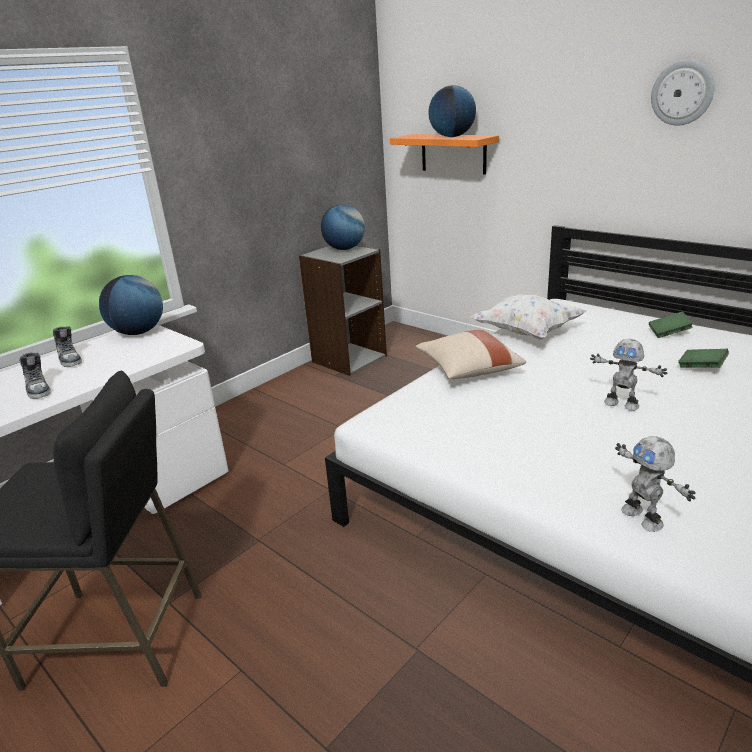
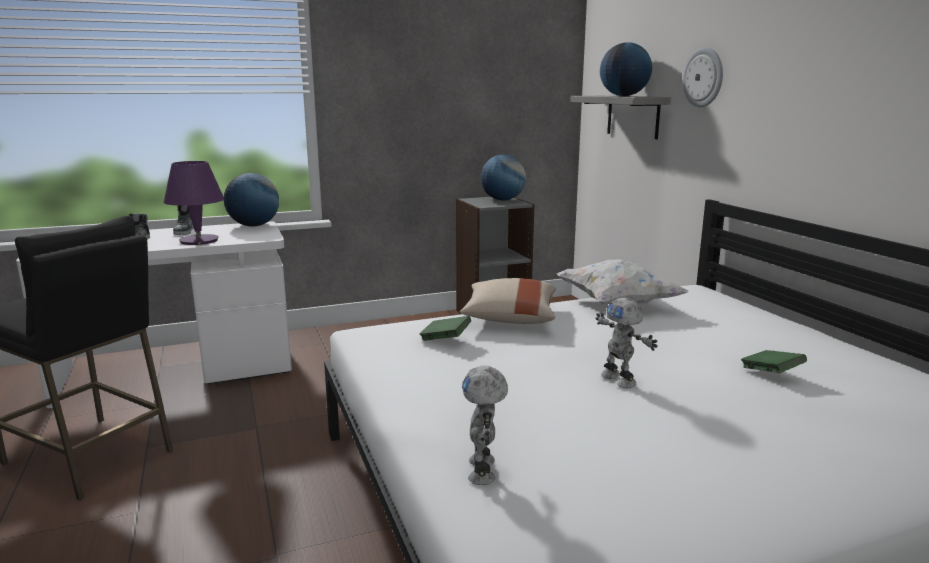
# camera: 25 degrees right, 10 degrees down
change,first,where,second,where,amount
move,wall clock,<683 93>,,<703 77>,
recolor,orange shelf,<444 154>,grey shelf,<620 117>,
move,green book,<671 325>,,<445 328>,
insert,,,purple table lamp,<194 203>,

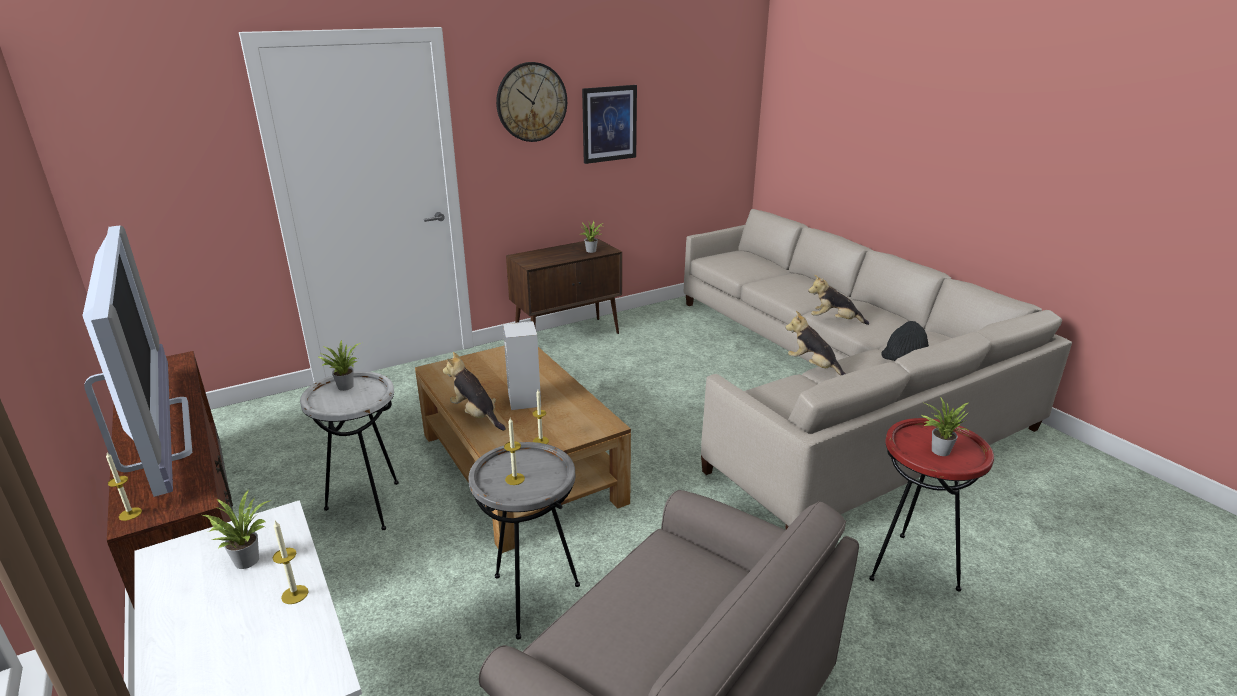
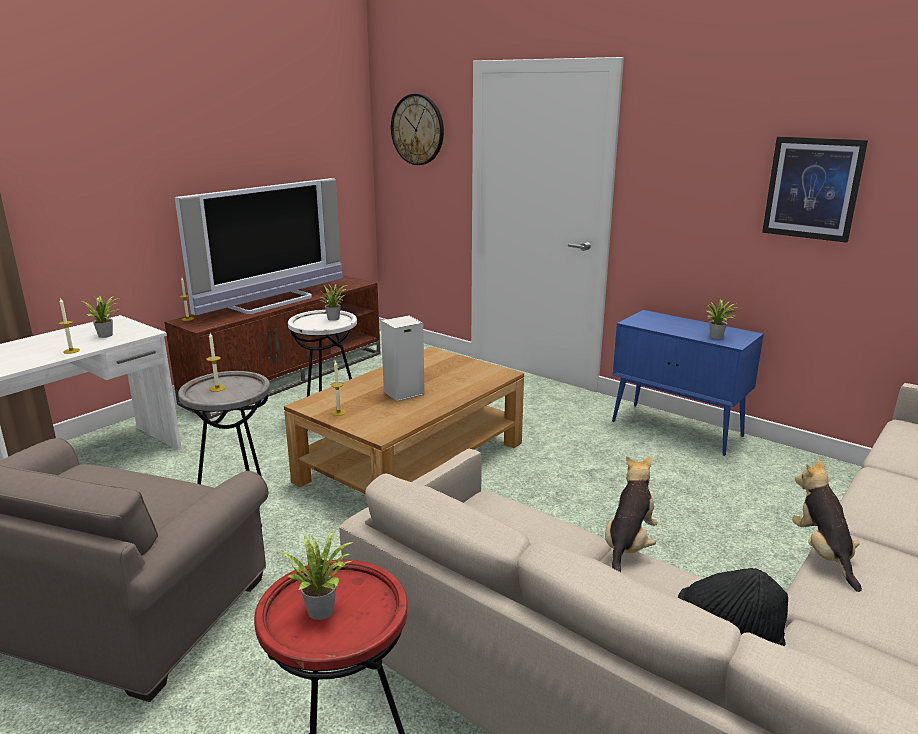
# camera: 70 degrees right, 5 degrees down
change,first,where,second,where,amount
move,wall clock,<531 102>,,<417 129>,
recolor,brown cabinet,<564 286>,blue cabinet,<688 383>,
delete,plush toy,<474 391>,,,

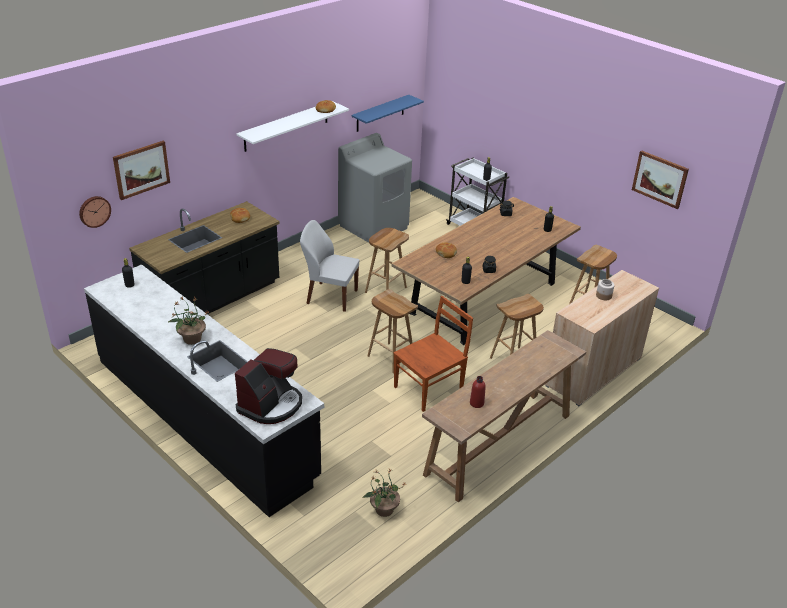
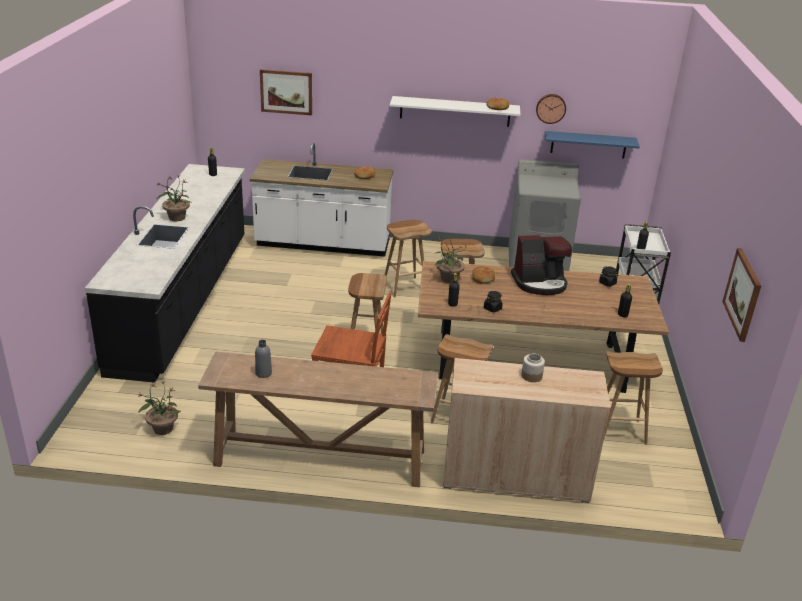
# camera: 50 degrees right, 5 degrees down
change,first,where,second,where,amount
move,wall clock,<95 212>,,<551 109>,
recolor,black counter,<204 257>,white counter,<321 200>,
replace,white chair,<330 266>,brown stool,<408 258>,
move,coffee machine,<268 386>,,<541 265>,
recolor,red bottle,<478 392>,grey bottle,<263 359>,
insert,,,potted plant,<451 259>,

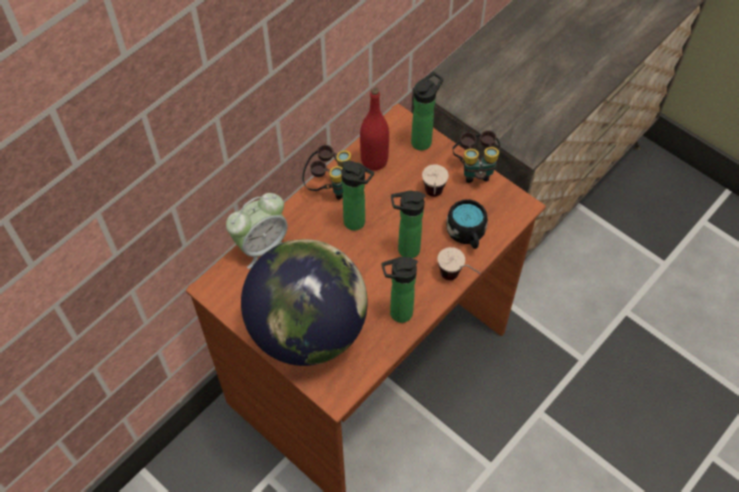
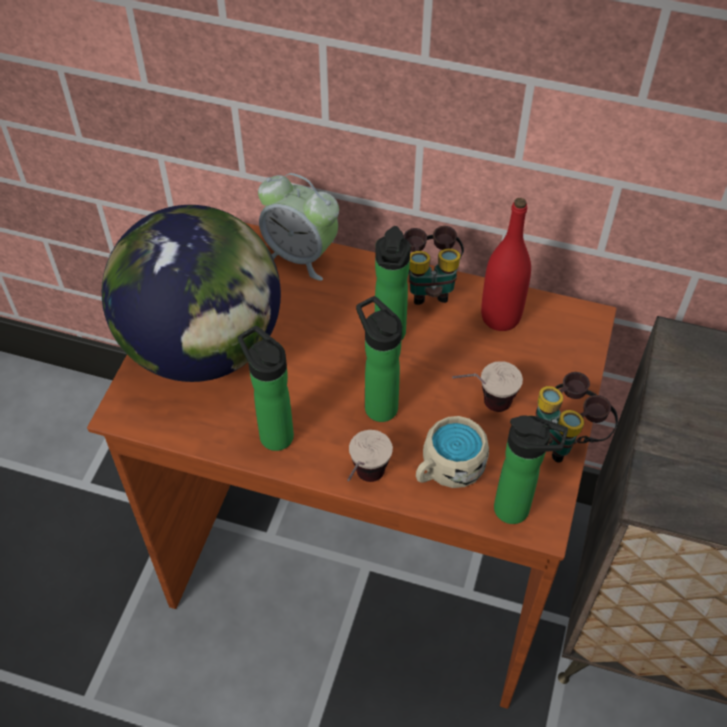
# camera: 65 degrees right, 5 degrees down
change,first,where,second,where,amount
move,bottle,<427 111>,,<531 469>,
recolor,black mug,<467 224>,beige mug,<452 452>,

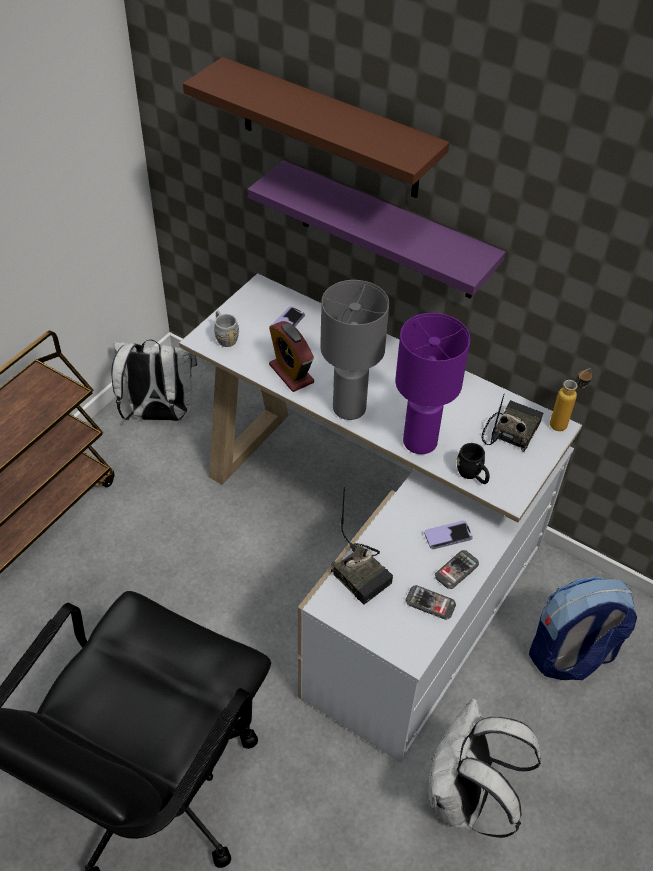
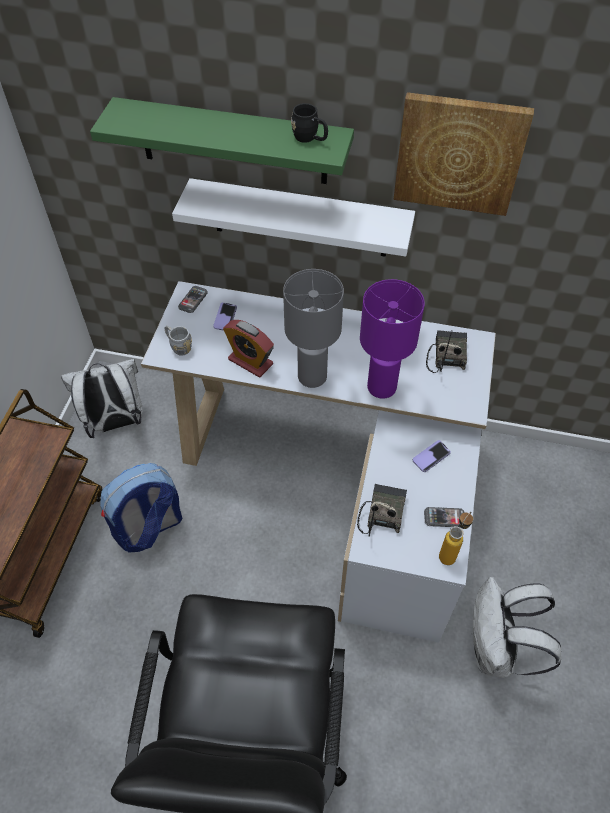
# camera: 20 degrees left, 5 degrees up
change,first,where,second,where,amount
recolor,brown shelf,<316 127>,green shelf,<222 140>,
recolor,purple shelf,<376 229>,white shelf,<293 217>,
move,bottle,<571 400>,,<456 538>,
move,black mug,<473 463>,,<309 123>,
rotate,radio,<362 546>,,<382 510>,105 degrees counterclockwise
move,phone,<457 569>,,<193 299>,
move,backpack,<583 628>,,<141 508>,
insert,,,picture,<463 154>,

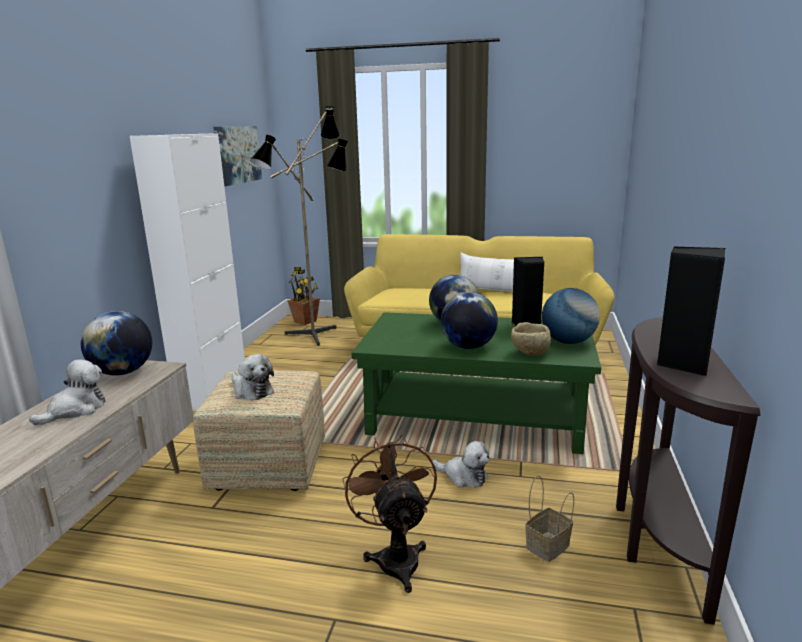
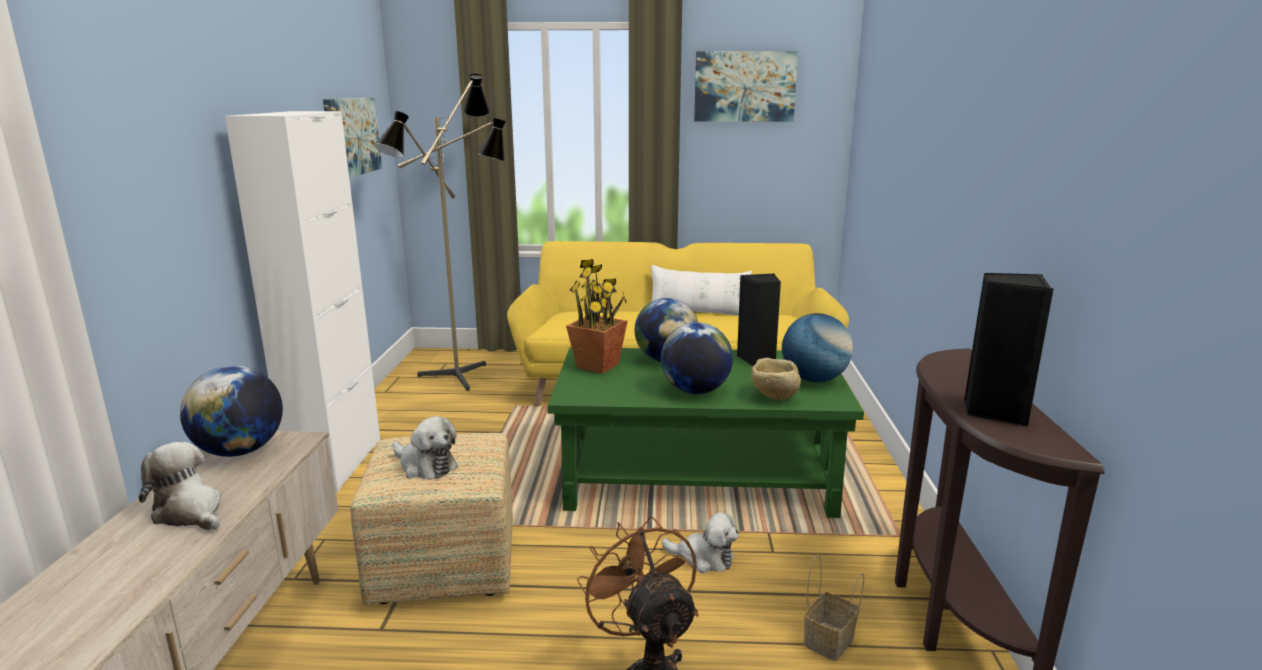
# camera: 10 degrees left, 0 degrees up
change,first,where,second,where,amount
move,potted plant,<303 296>,,<597 316>,
rotate,plush toy,<67 392>,,<180 486>,75 degrees counterclockwise
insert,,,picture,<746 86>,

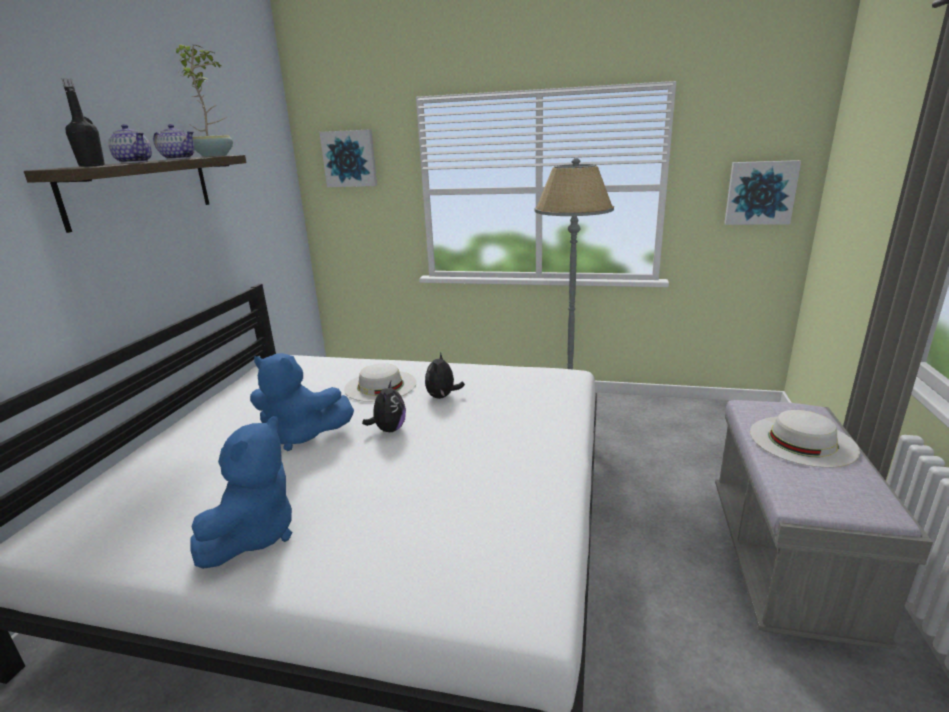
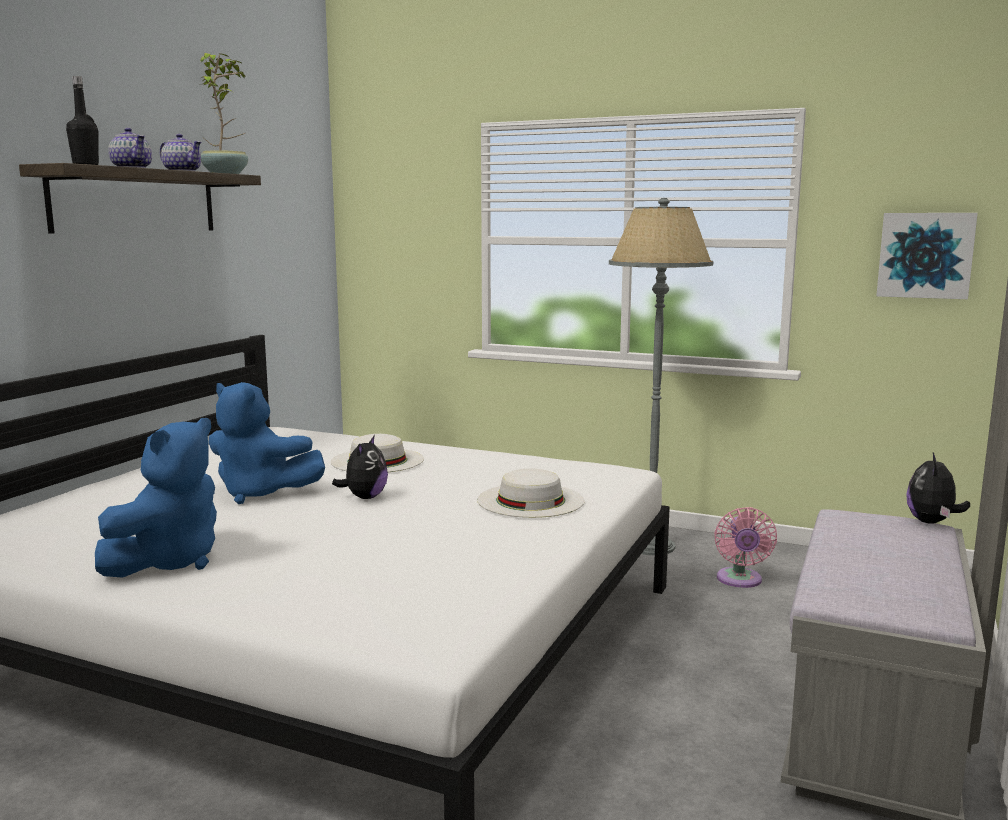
# camera: 10 degrees right, 10 degrees down
change,first,where,second,where,amount
delete,picture,<348 158>,,,
move,plush toy,<445 375>,,<938 488>,
move,white hat,<805 439>,,<530 493>,
insert,,,pink fan,<745 547>,

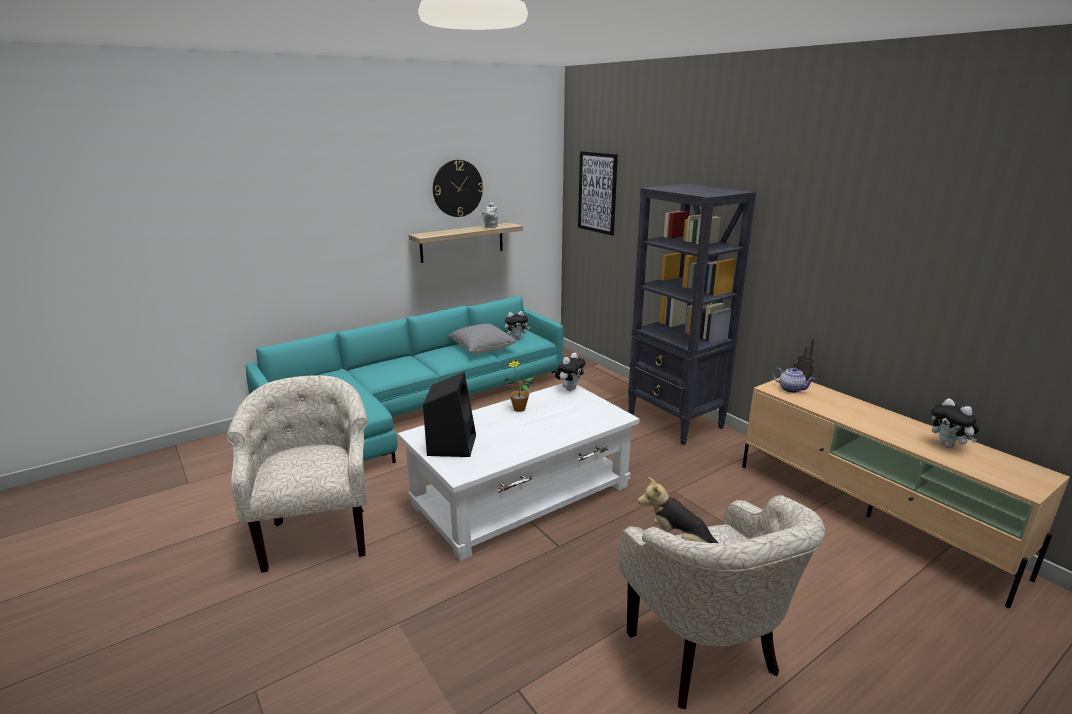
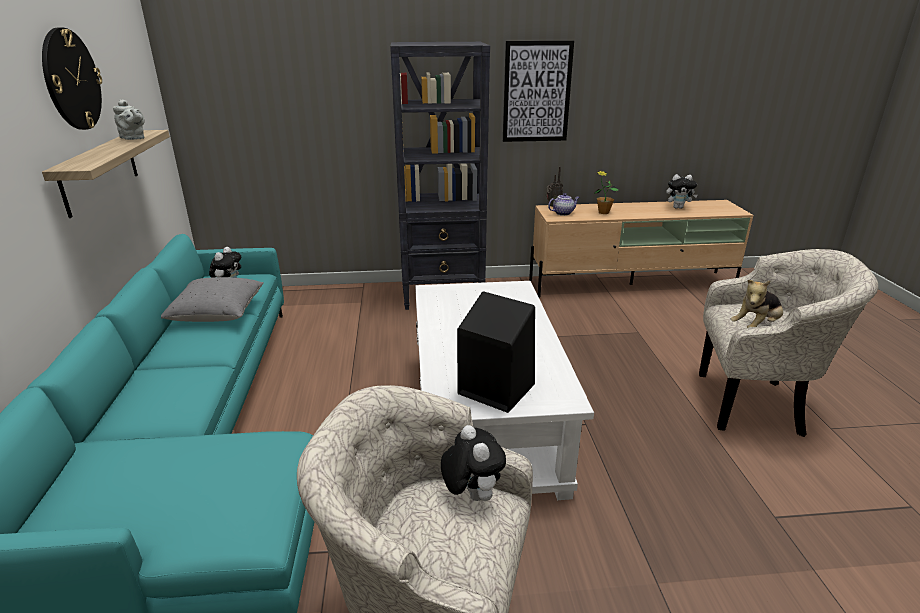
# camera: 60 degrees left, 5 degrees up
change,first,where,second,where,amount
move,picture,<598 193>,,<538 91>,
move,plush toy,<570 372>,,<473 463>,
move,potted plant,<520 386>,,<606 192>,

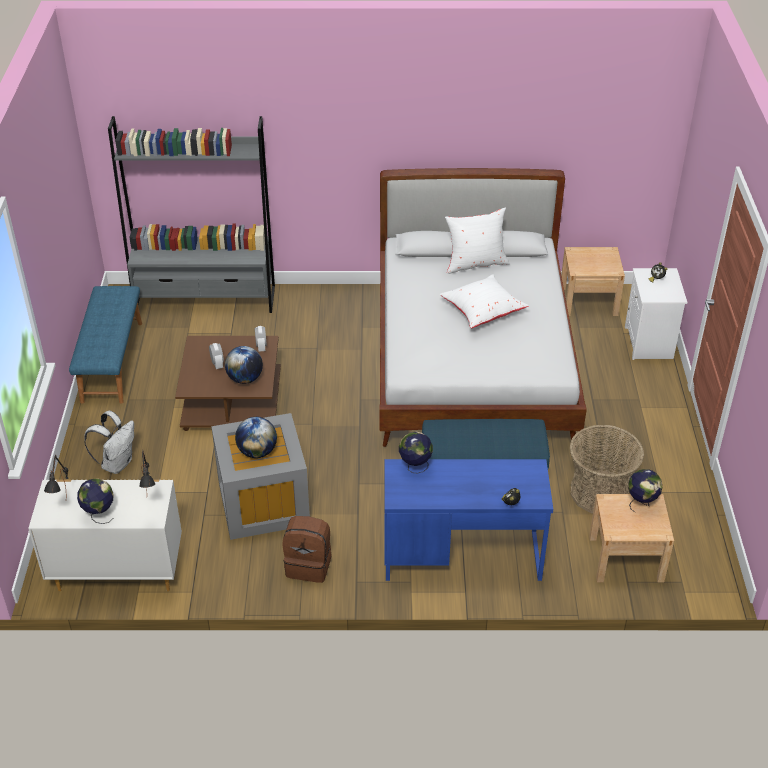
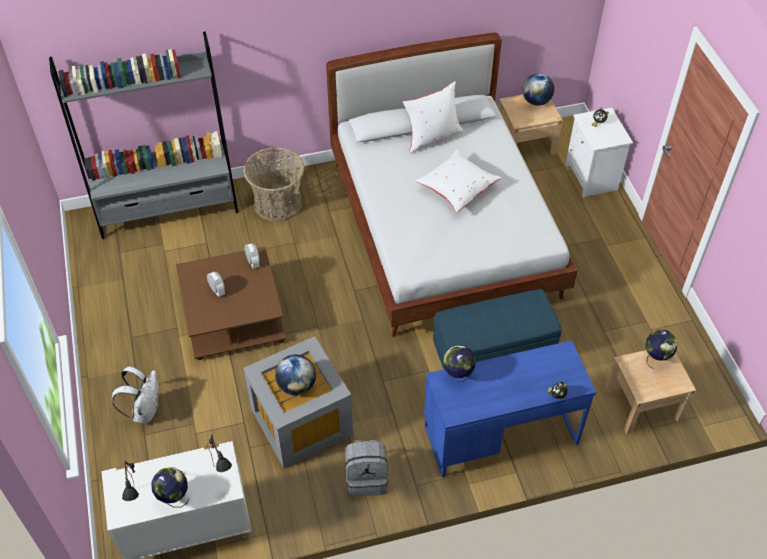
# camera: 15 degrees left, 10 degrees up
change,first,where,second,where,amount
delete,blue bench,<105 345>,,,
move,globe,<244 365>,,<538 89>,
move,basket,<606 468>,,<273 184>,
recolor,brown backpack,<307 549>,grey backpack,<366 468>,

